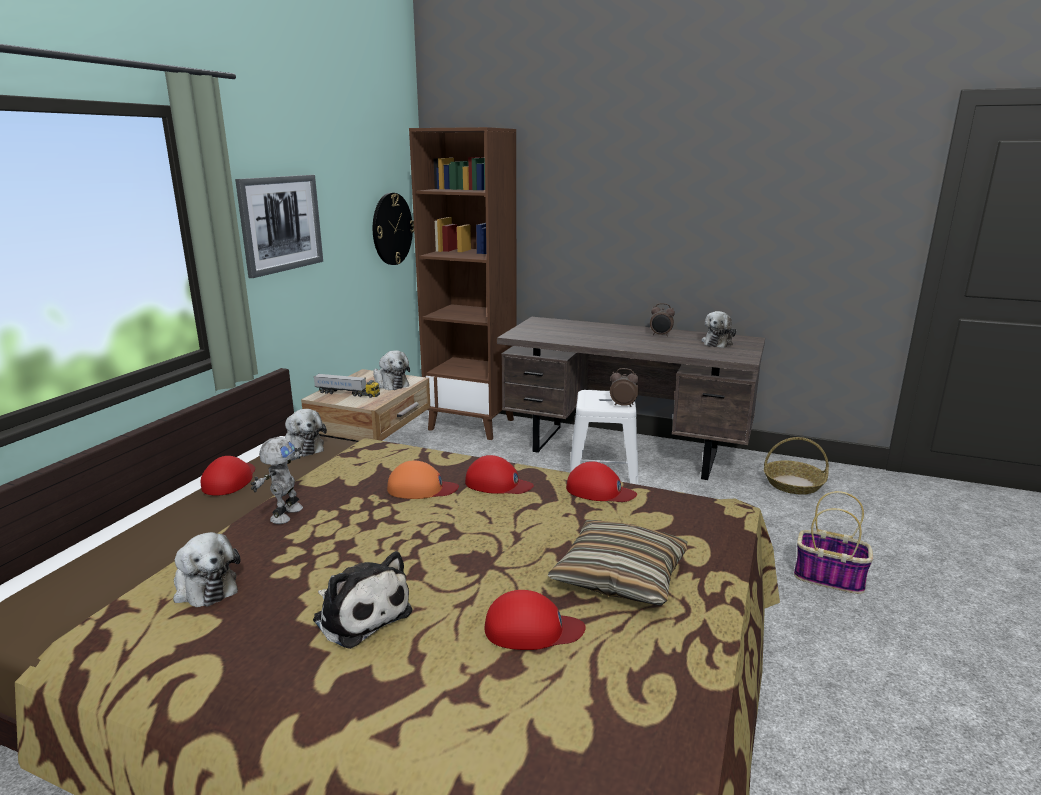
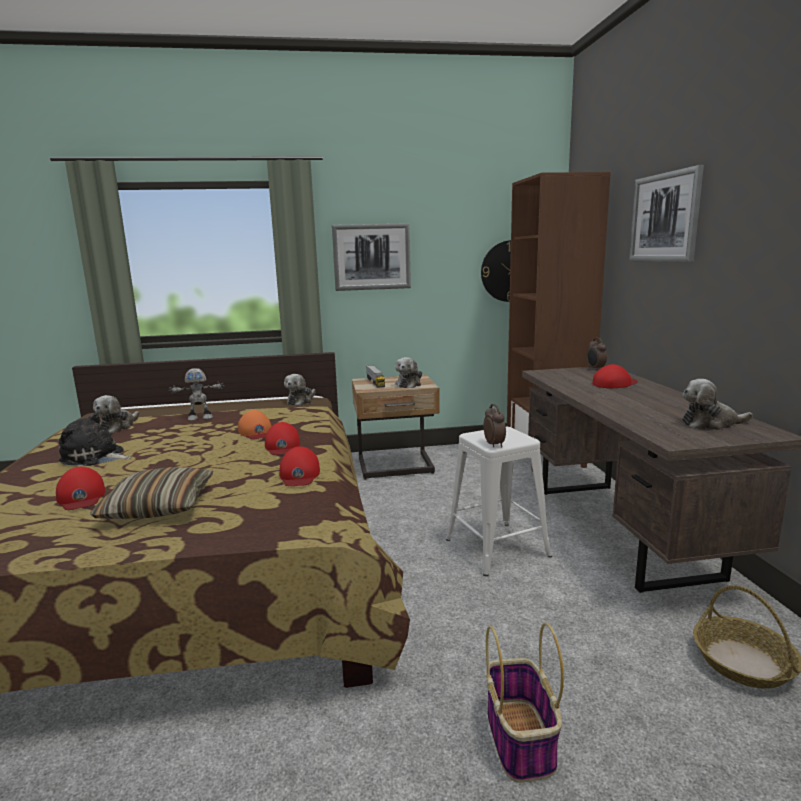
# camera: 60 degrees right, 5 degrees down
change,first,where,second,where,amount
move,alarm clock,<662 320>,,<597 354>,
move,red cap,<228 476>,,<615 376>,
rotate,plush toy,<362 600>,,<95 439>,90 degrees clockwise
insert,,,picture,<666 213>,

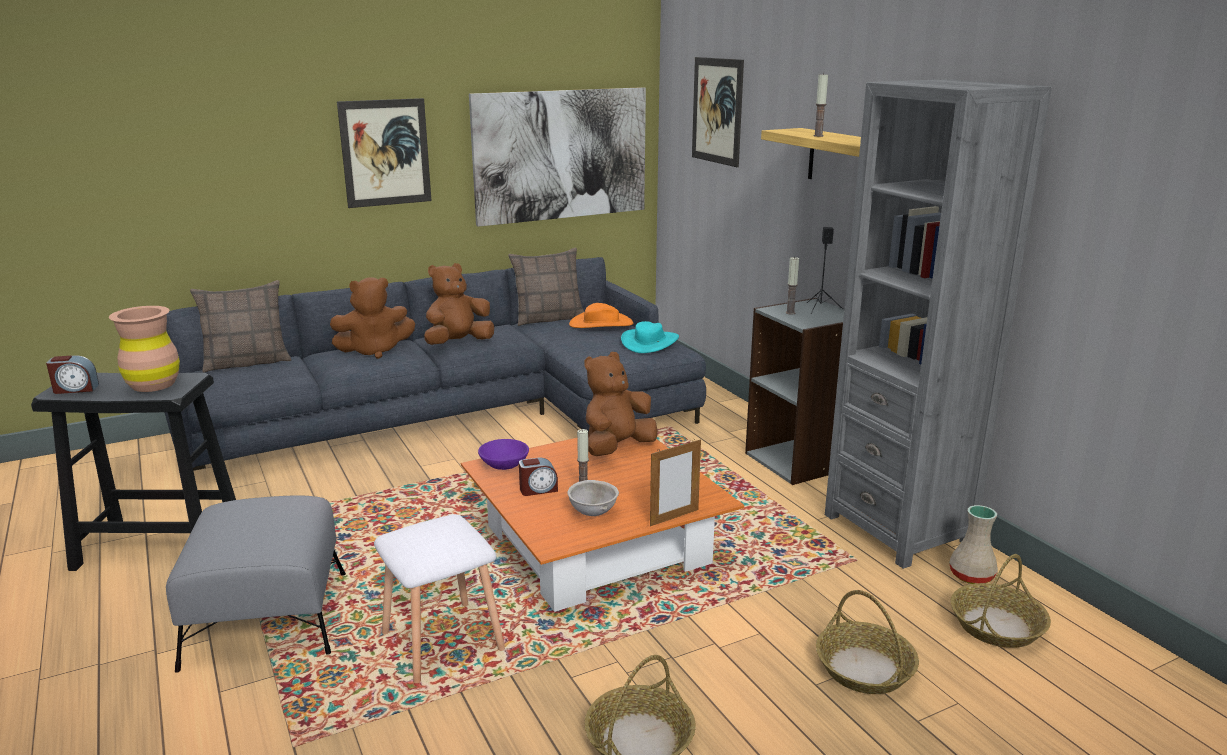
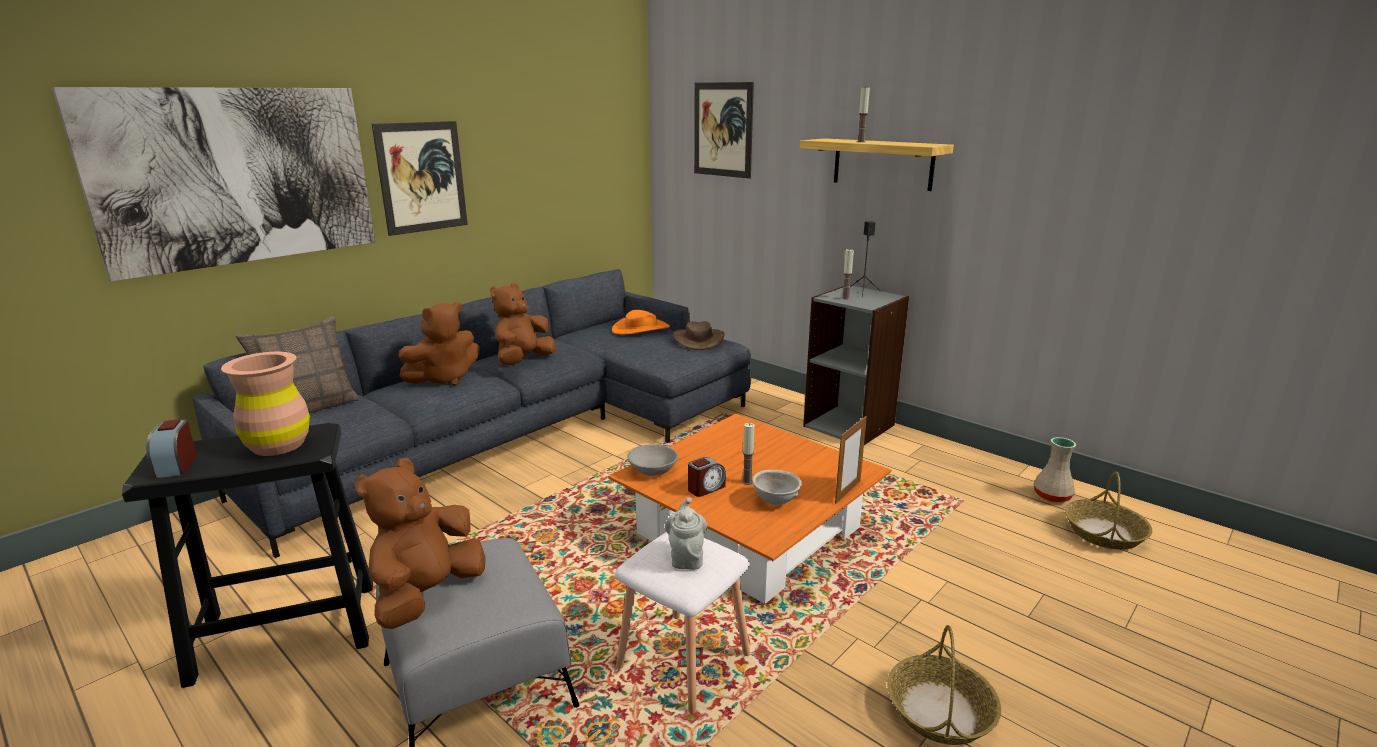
# camera: 20 degrees left, 0 degrees up
change,first,where,second,where,amount
delete,grey bookcase,<938 324>,,,
move,picture,<557 157>,,<213 184>,
delete,pillow,<546 287>,,,
recolor,turquoise hat,<650 337>,brown hat,<699 335>,
move,brown plush toy,<621 404>,,<420 543>,
rotate,alarm clock,<72 374>,,<171 448>,105 degrees clockwise
recolor,purple bowl,<503 454>,grey bowl,<652 460>,
delete,basket,<867 642>,,,
insert,,,grey teapot,<686 533>,

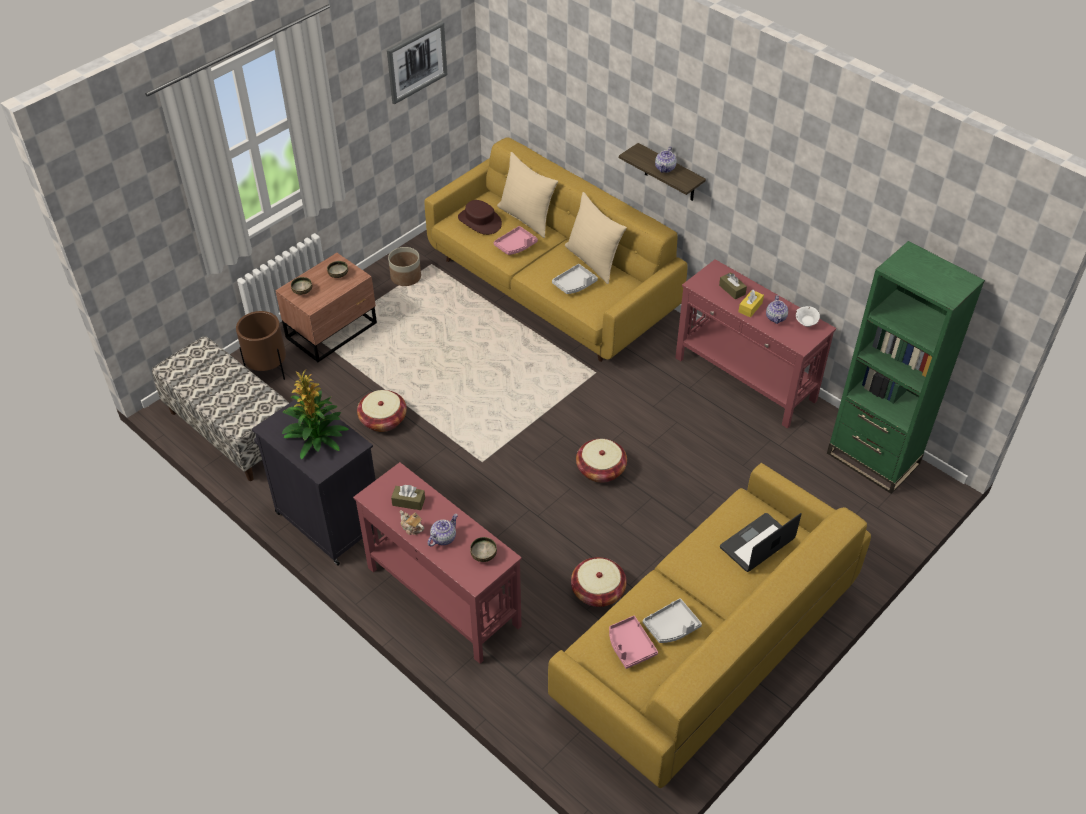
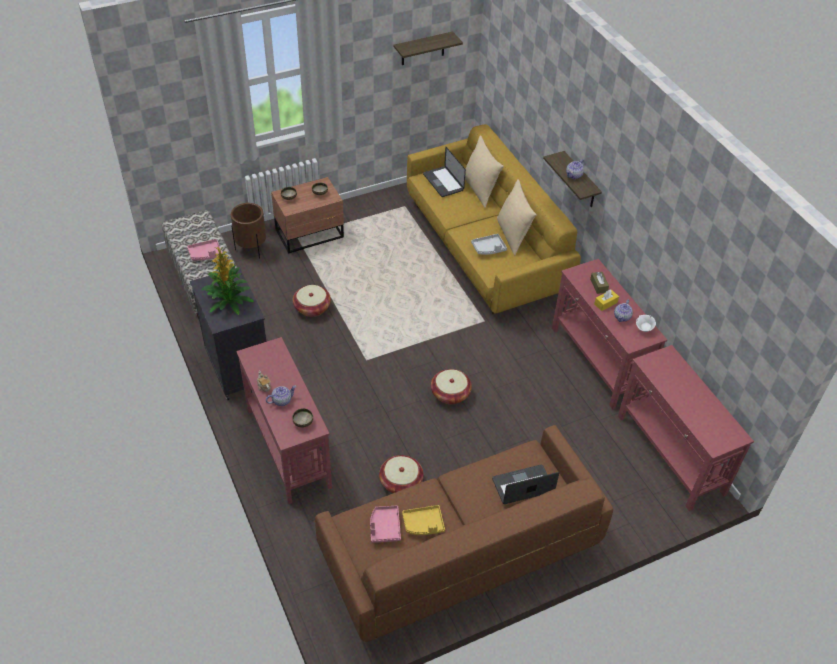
# camera: 20 degrees right, 0 degrees up
change,first,where,second,where,amount
replace,picture,<417 62>,shelf,<428 48>,
replace,brown hat,<480 217>,laptop,<444 172>,
move,pink tray,<516 240>,,<204 250>,
replace,green bookcase,<906 367>,red console table,<686 428>,
delete,planter,<404 266>,,,
recolor,yellow sofa,<709 625>,brown sofa,<464 533>,
delete,brown tissue box,<408 497>,,,
recolor,grey tray,<672 620>,yellow tray,<423 520>,

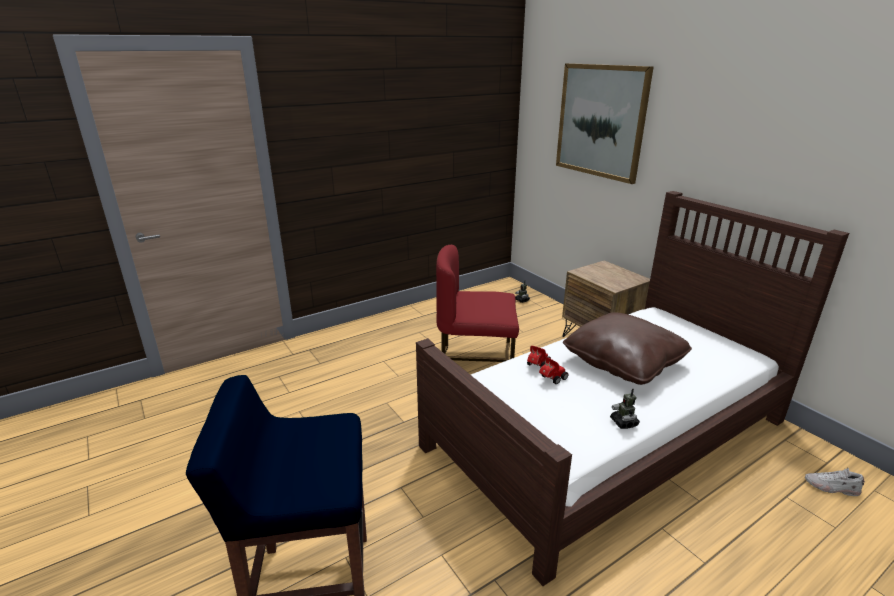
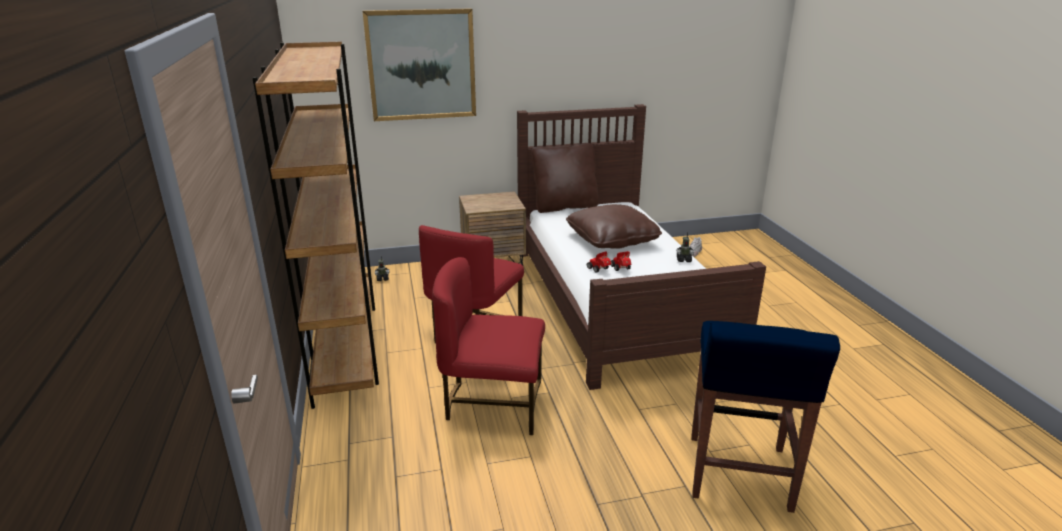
# camera: 70 degrees left, 0 degrees up
change,first,where,second,where,amount
insert,,,brown bookcase,<315 225>,
insert,,,brown pillow,<565 178>,
insert,,,red chair,<488 346>,

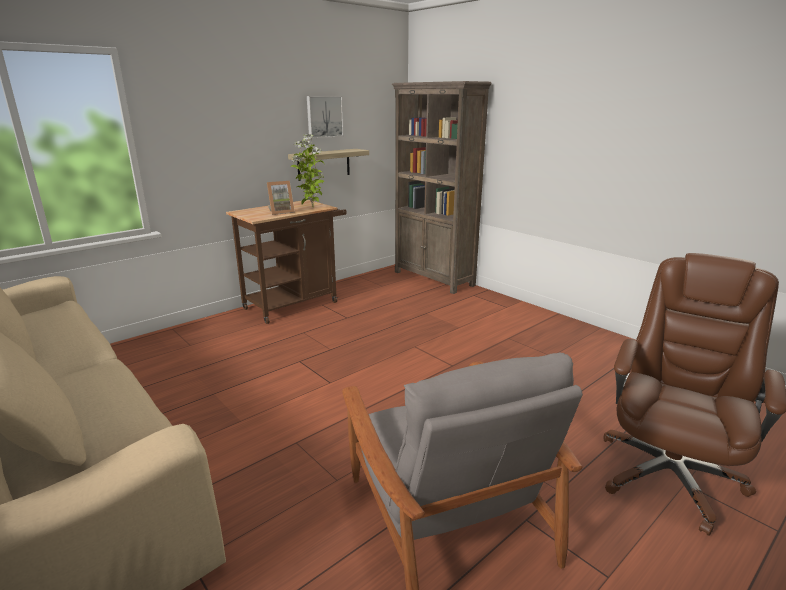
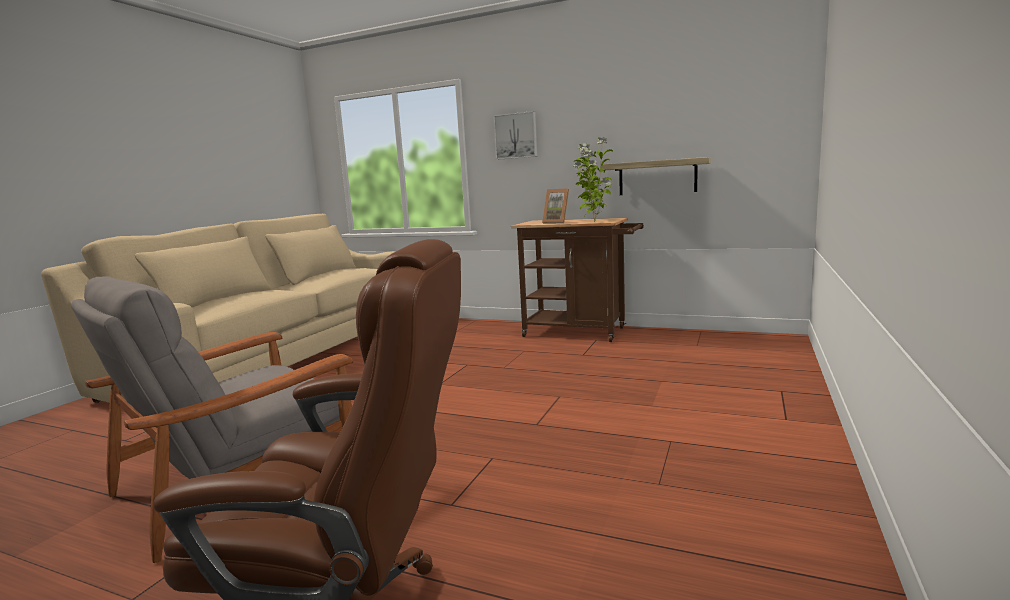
# camera: 65 degrees right, 10 degrees down
change,first,where,second,where,amount
delete,brown bookcase,<442 187>,,,
move,picture,<325 117>,,<515 135>,

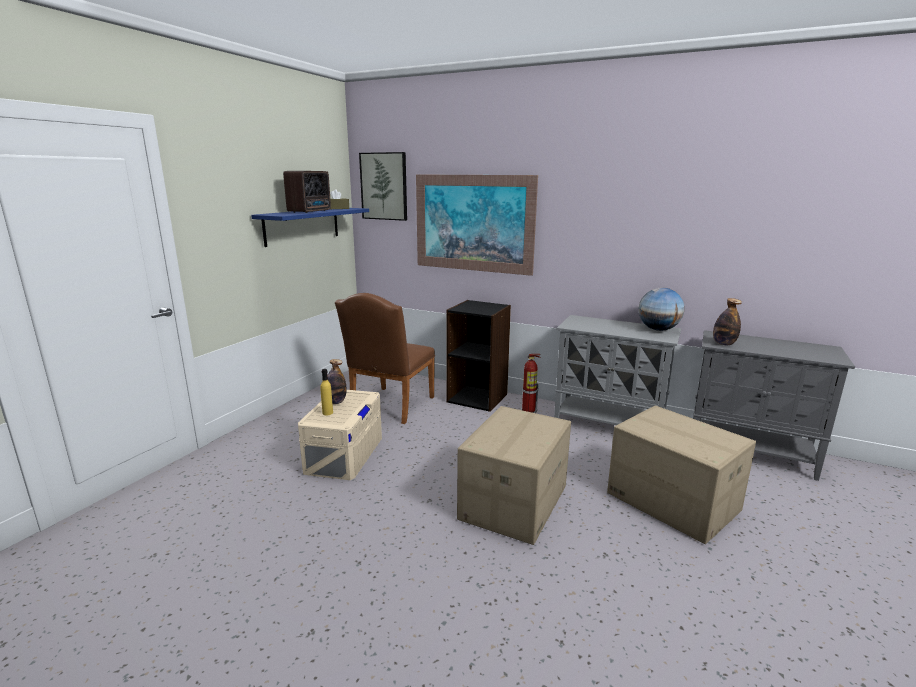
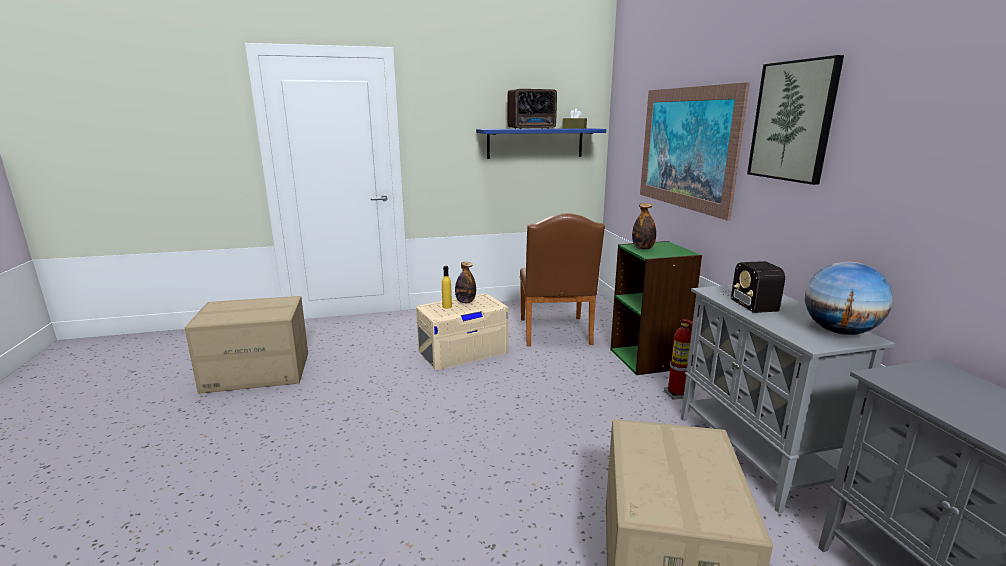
# camera: 50 degrees right, 0 degrees up
change,first,where,second,where,amount
move,picture,<383 186>,,<795 120>,
rotate,brown chair,<385 358>,,<562 280>,75 degrees counterclockwise
move,bottle,<727 321>,,<644 226>,
recolor,black bookcase,<478 356>,green bookcase,<656 308>,
move,cardboard box,<514 475>,,<246 345>,
insert,,,radio,<752 287>,

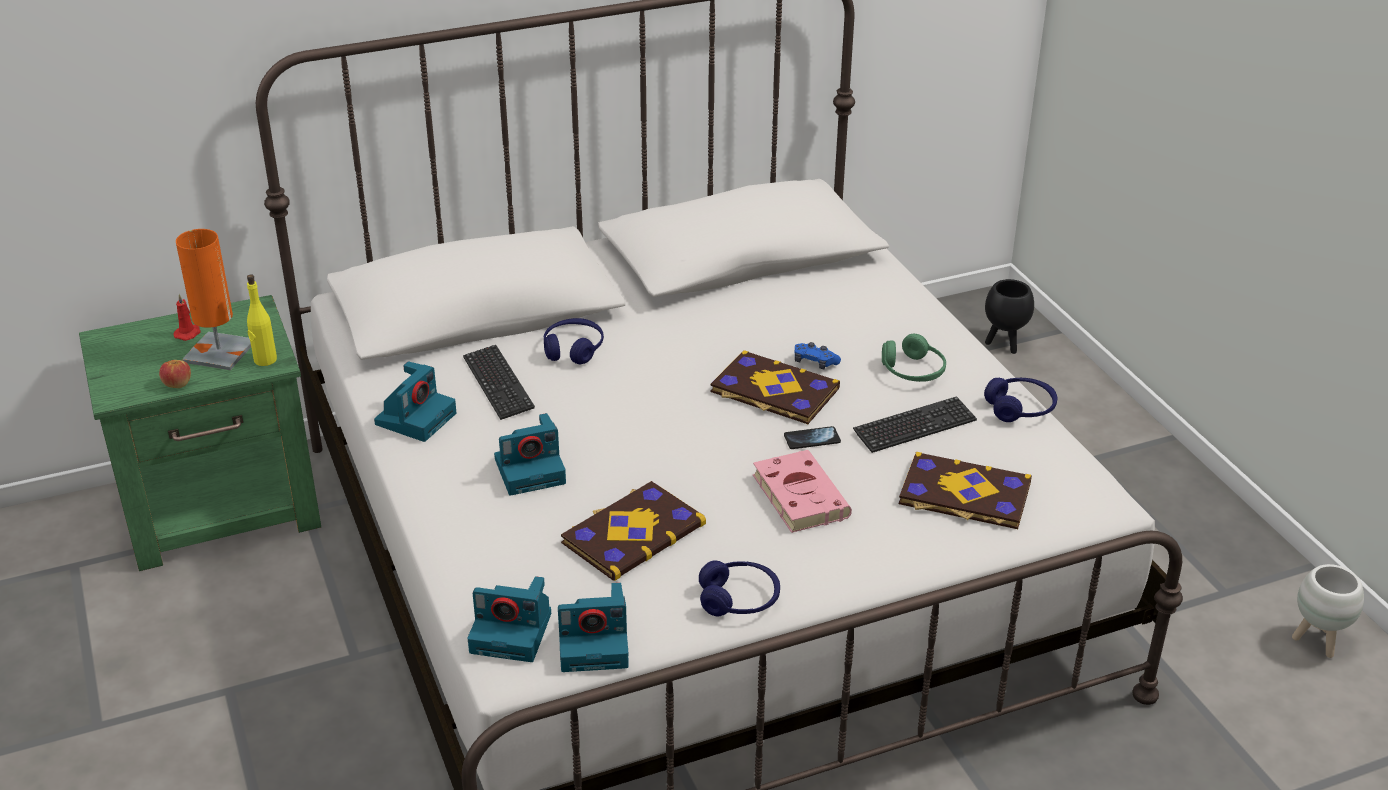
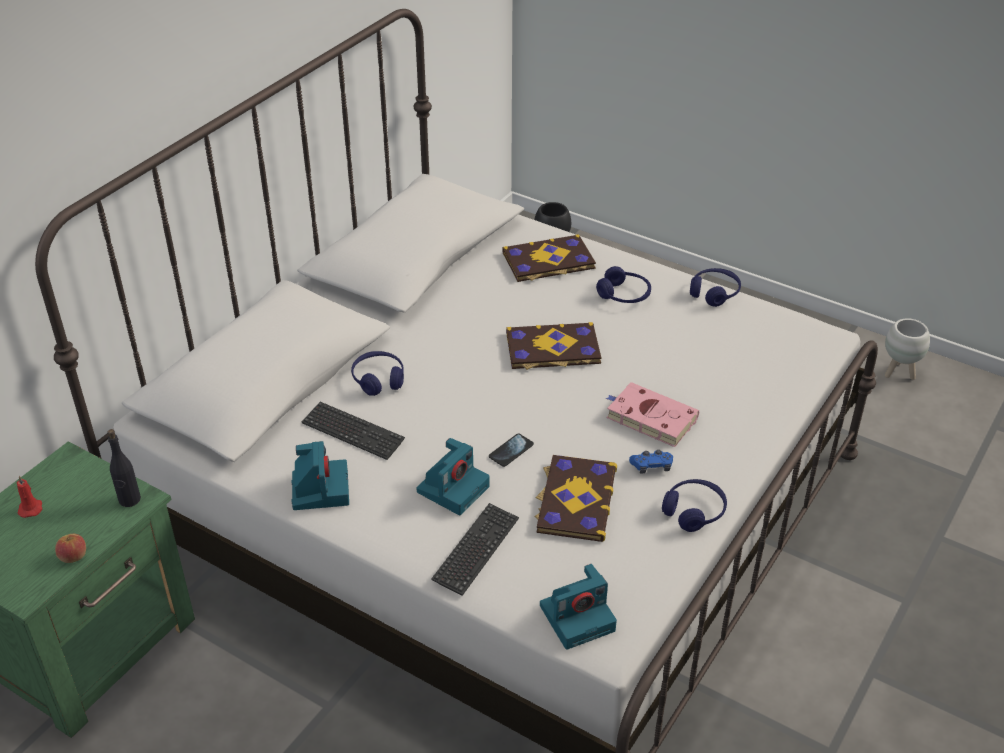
# camera: 35 degrees left, 5 degrees up
change,first,where,second,where,amount
delete,orange table lamp,<213 299>,,,
recolor,yellow bottle,<262 320>,black bottle,<124 468>,
recolor,green headphones,<914 358>,blue headphones,<623 284>,
move,blue game controller,<818 355>,,<651 462>,
move,keyboard,<915 424>,,<475 549>,
move,phone,<812 437>,,<511 450>,
move,book,<965 490>,,<549 258>,
delete,photo camera,<593 627>,,,

